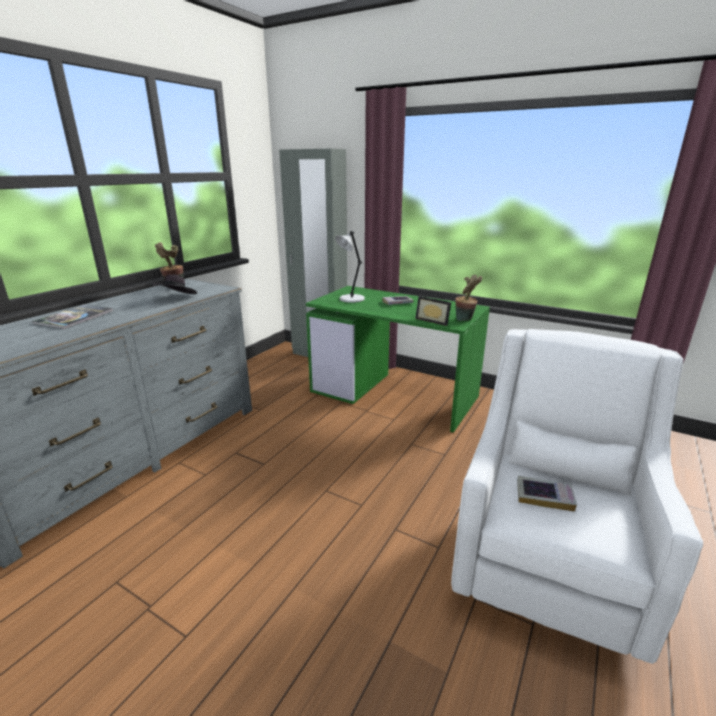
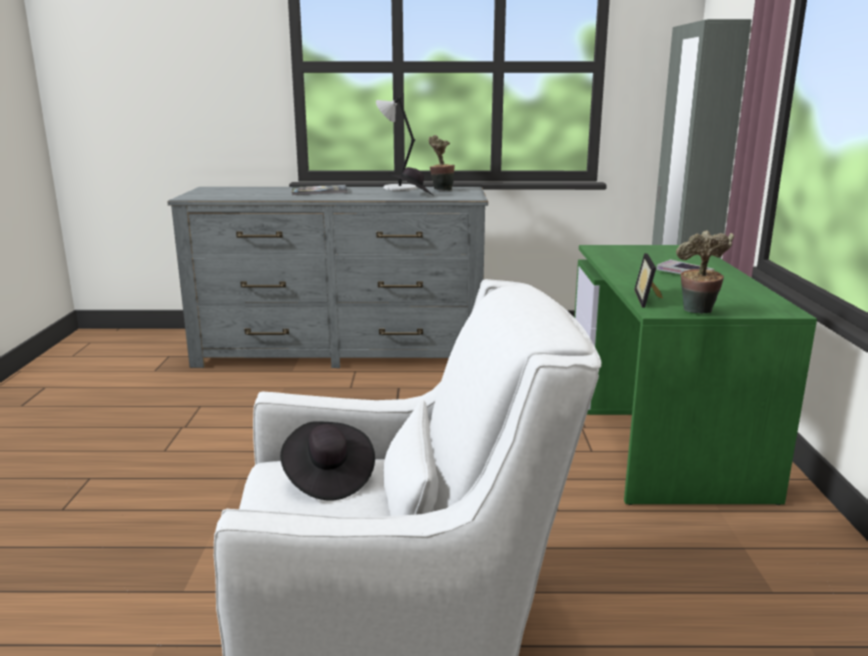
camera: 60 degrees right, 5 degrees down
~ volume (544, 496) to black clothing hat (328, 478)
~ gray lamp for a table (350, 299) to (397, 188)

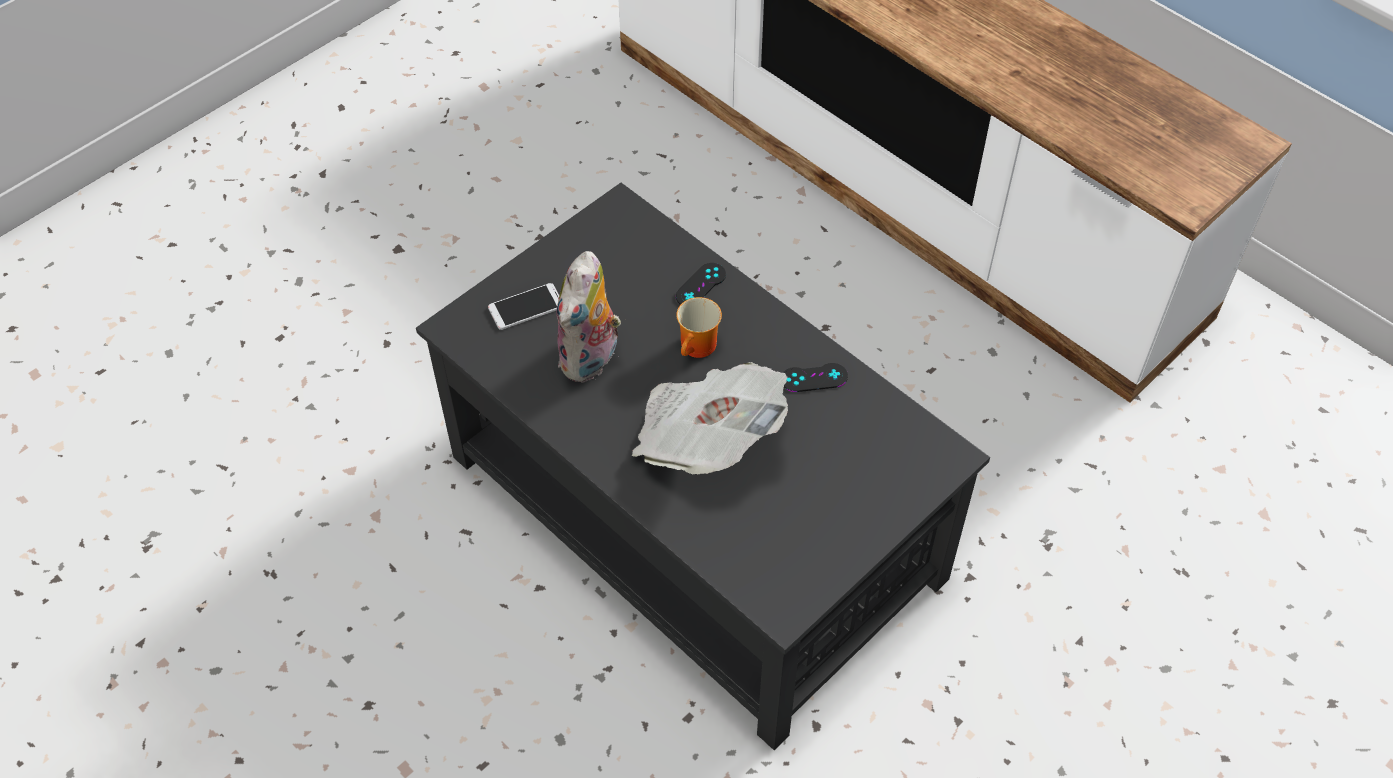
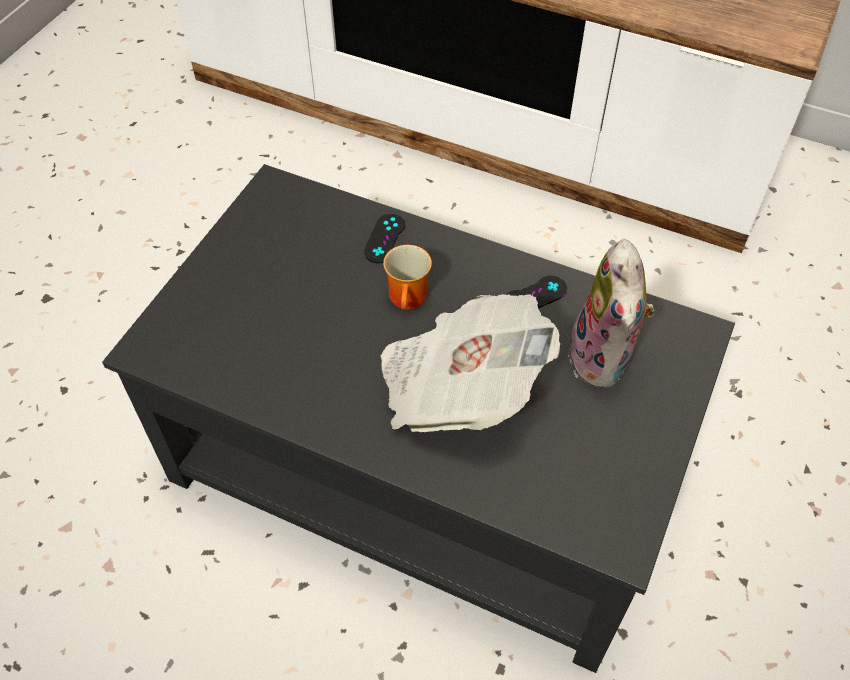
camera: 20 degrees left, 0 degrees up
~ soft toy (591, 359) to (604, 359)
- telephone (526, 307)

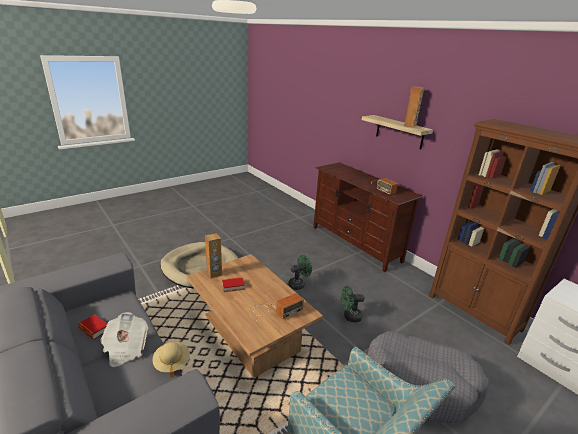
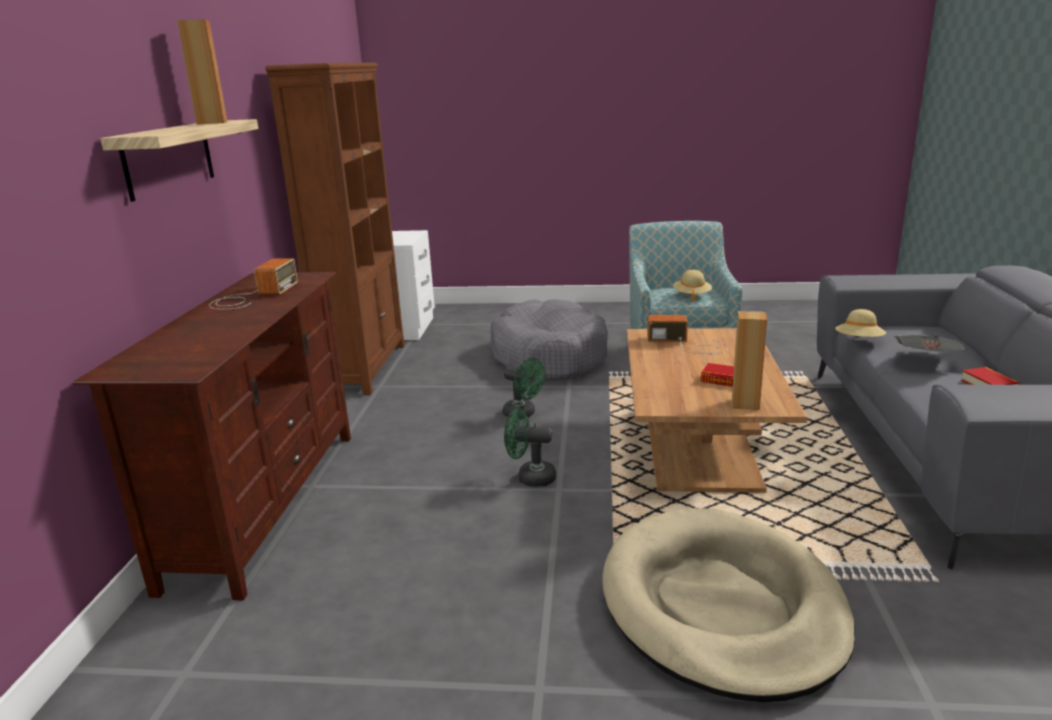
camera: 135 degrees left, 5 degrees down
+ beige clothing hat (691, 296)

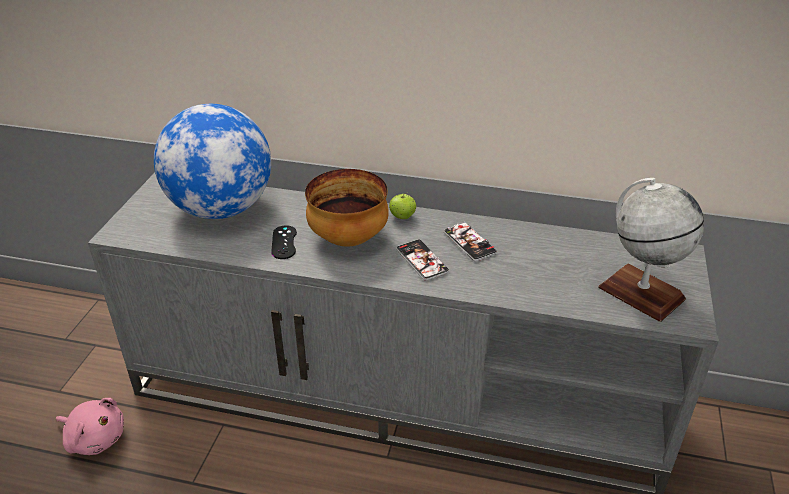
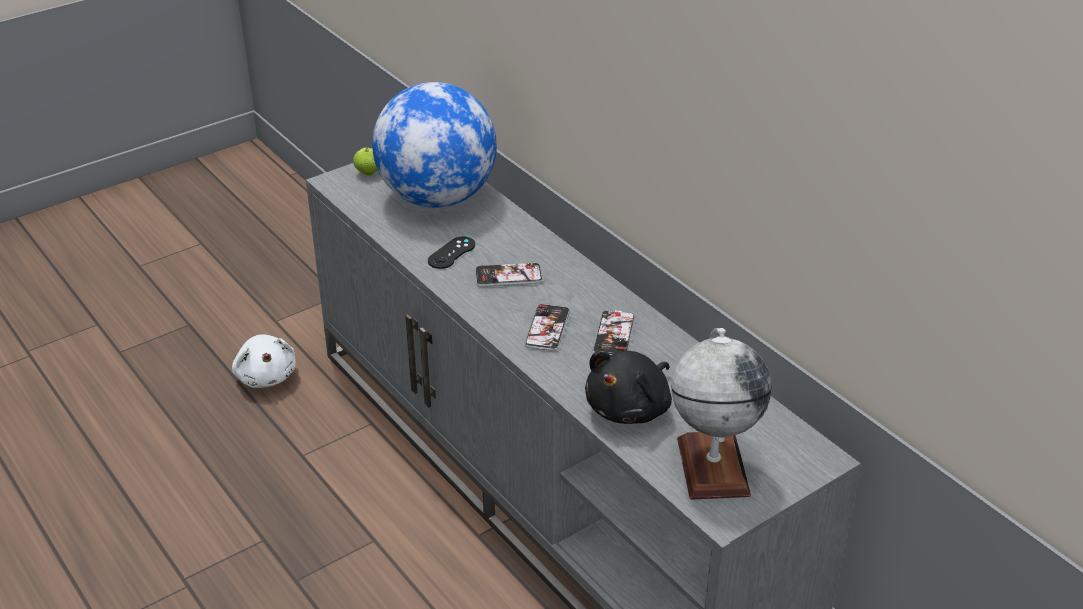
camera: 40 degrees right, 0 degrees up
~ pink-coloured soft toy (95, 438) to white-coloured soft toy (266, 375)
~ apple fruit (402, 217) to (368, 172)
~ bowl (347, 239) to telephone (508, 276)
+ black soft toy (630, 408)

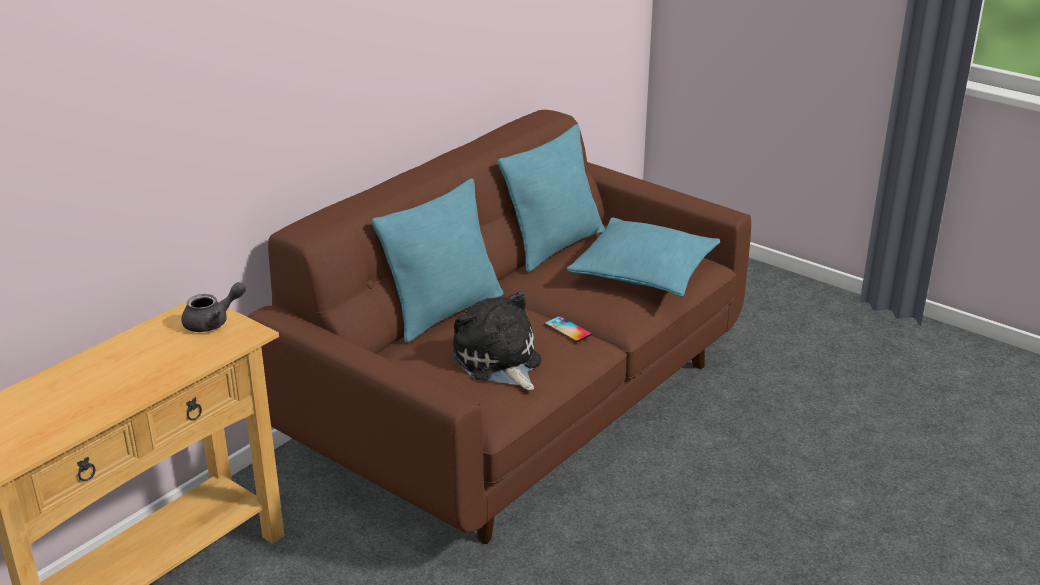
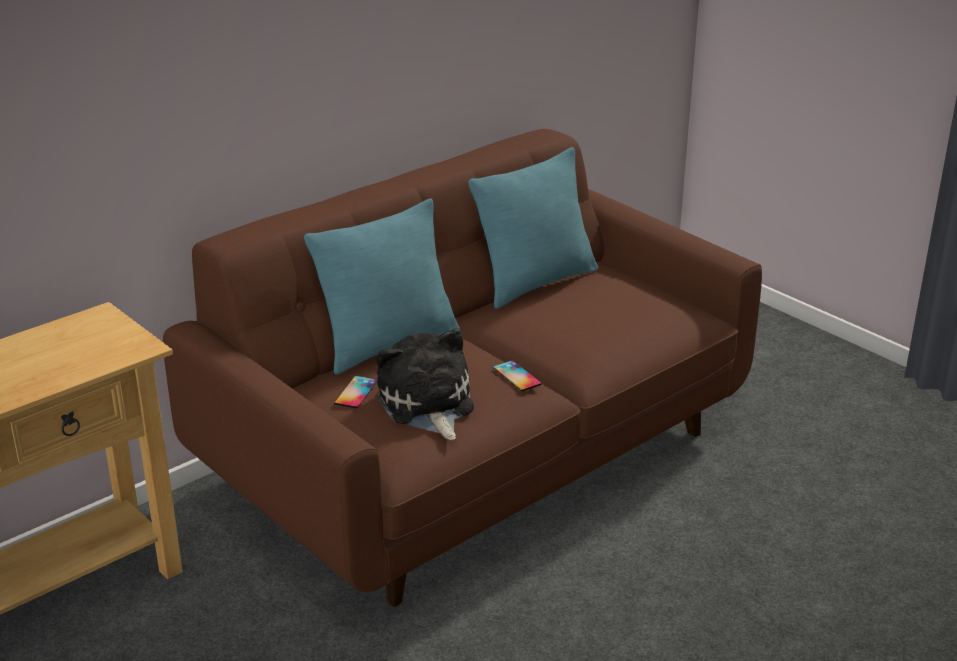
camera: 10 degrees right, 0 degrees up
+ telephone (355, 392)
- gray pot for tea (213, 322)
- turquoise throw pillow (644, 272)

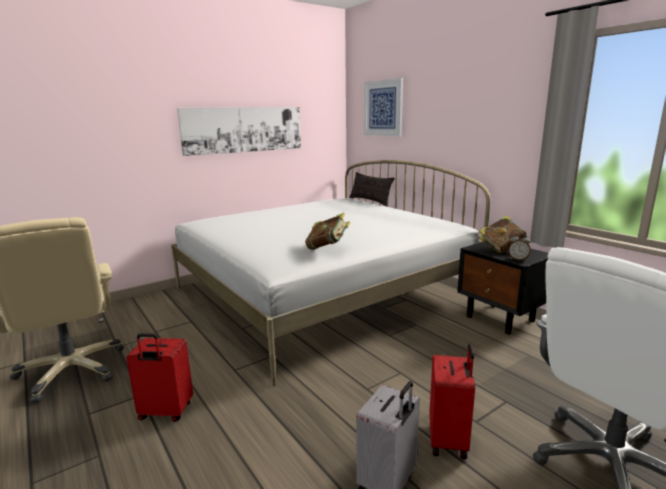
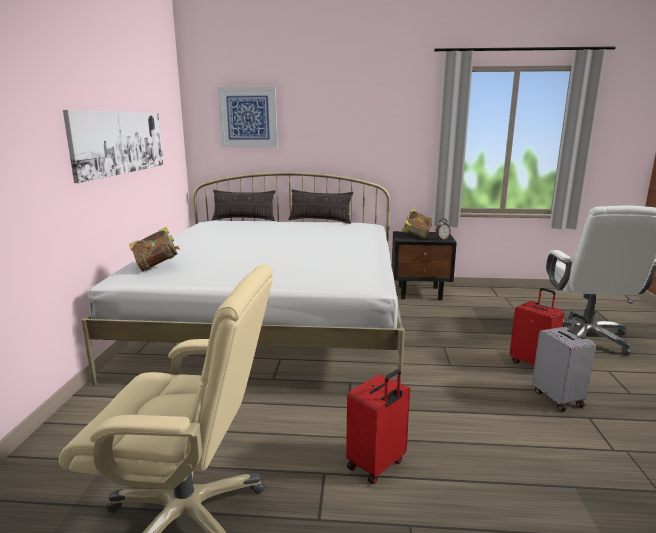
camera: 50 degrees left, 0 degrees up
~ volume (328, 248) to (156, 266)
+ throw pillow (320, 221)

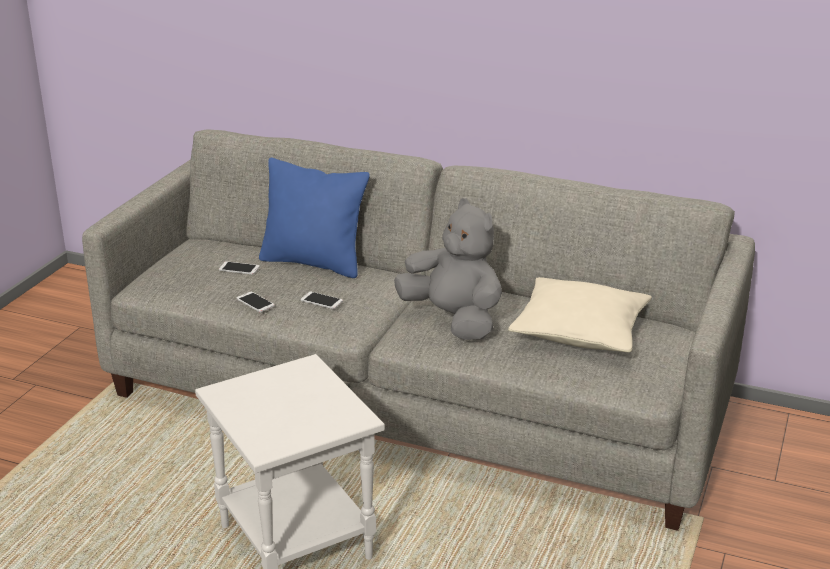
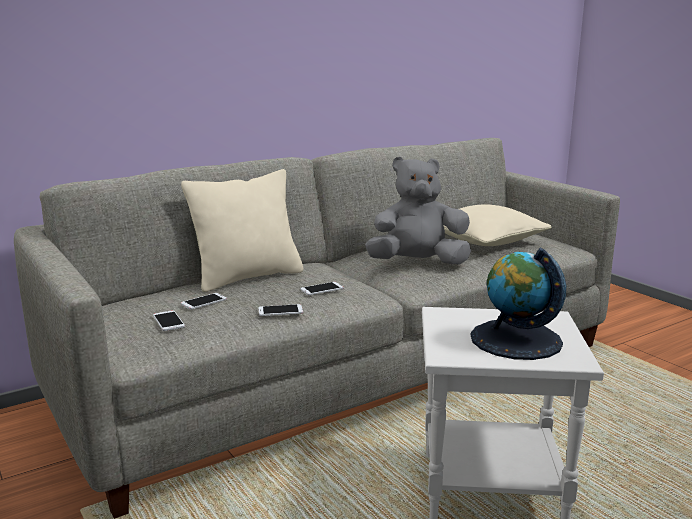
camera: 55 degrees left, 10 degrees down
+ telephone (168, 321)
~ blue throw pillow (314, 263) to beige throw pillow (248, 277)
+ world globe (515, 340)

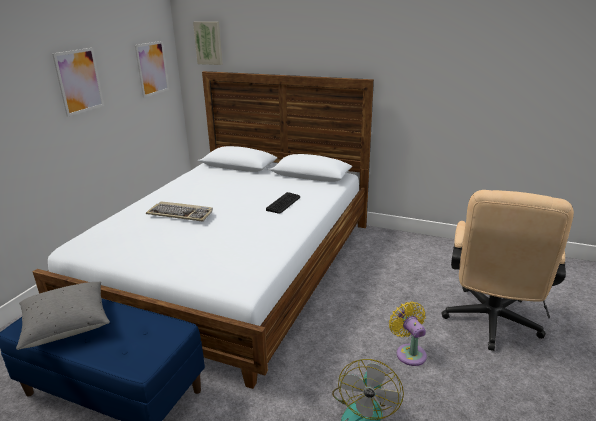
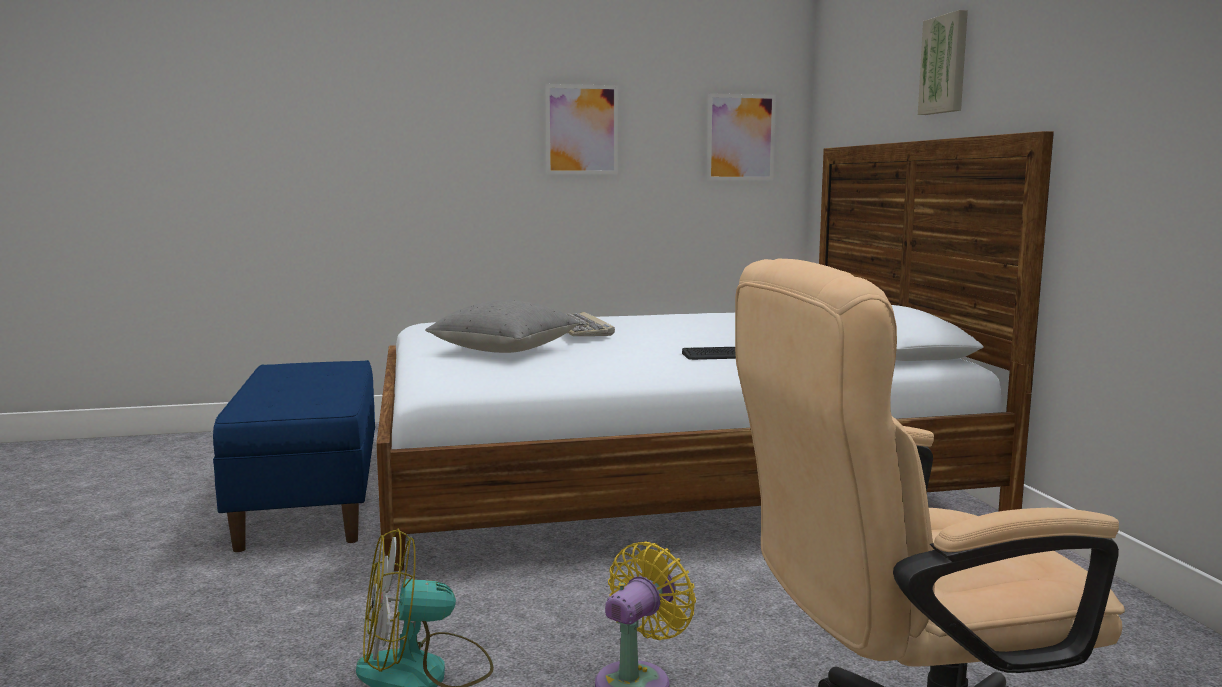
camera: 55 degrees right, 15 degrees down
~ gray throw pillow (67, 326) to (505, 350)
~ picture (209, 43) to (945, 64)

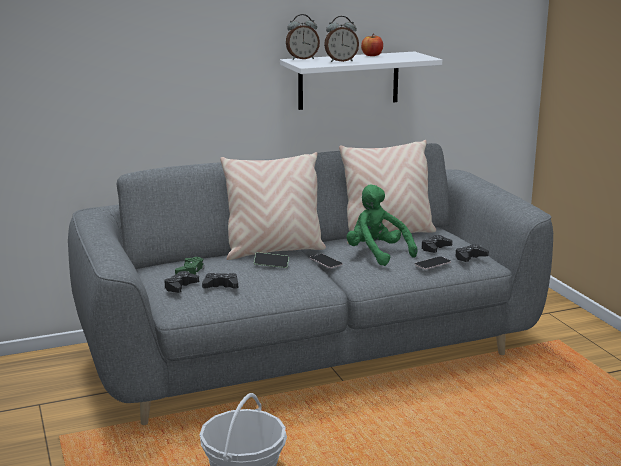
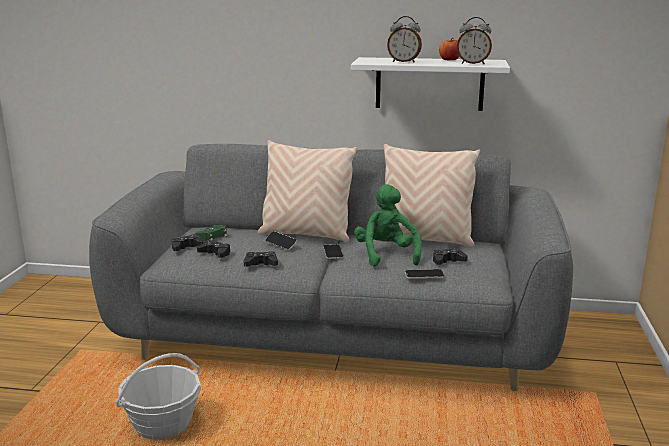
camera: 30 degrees right, 0 degrees up
~ black game controller (470, 257) to (261, 264)
~ bedside clock (302, 59) to (473, 63)

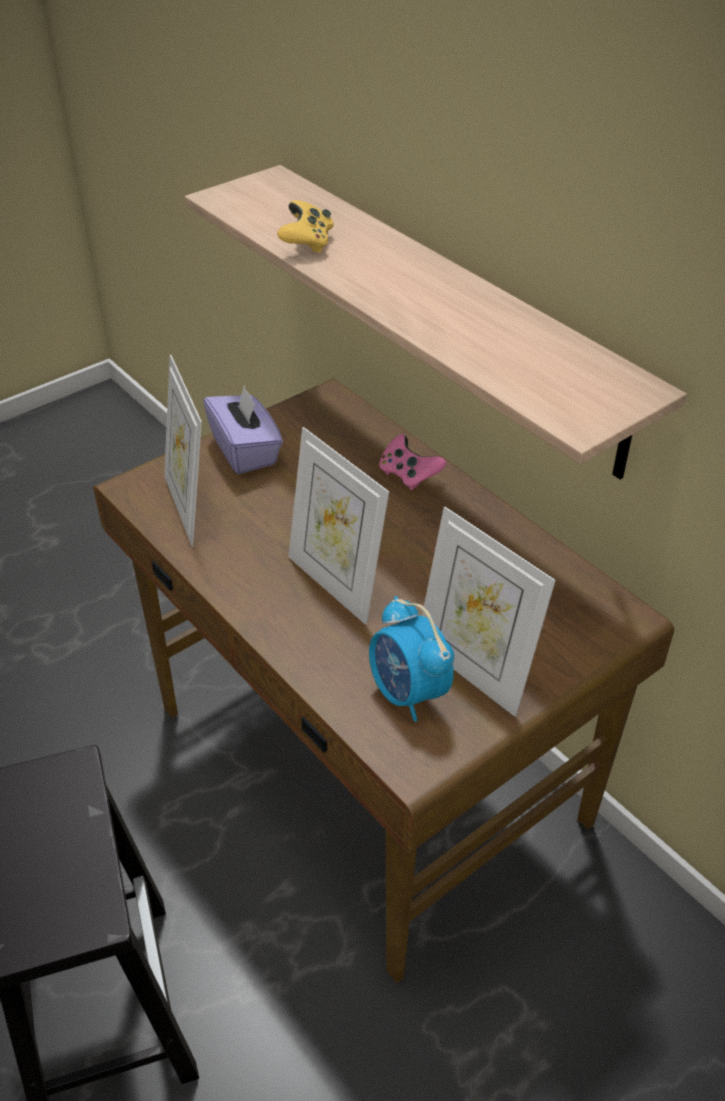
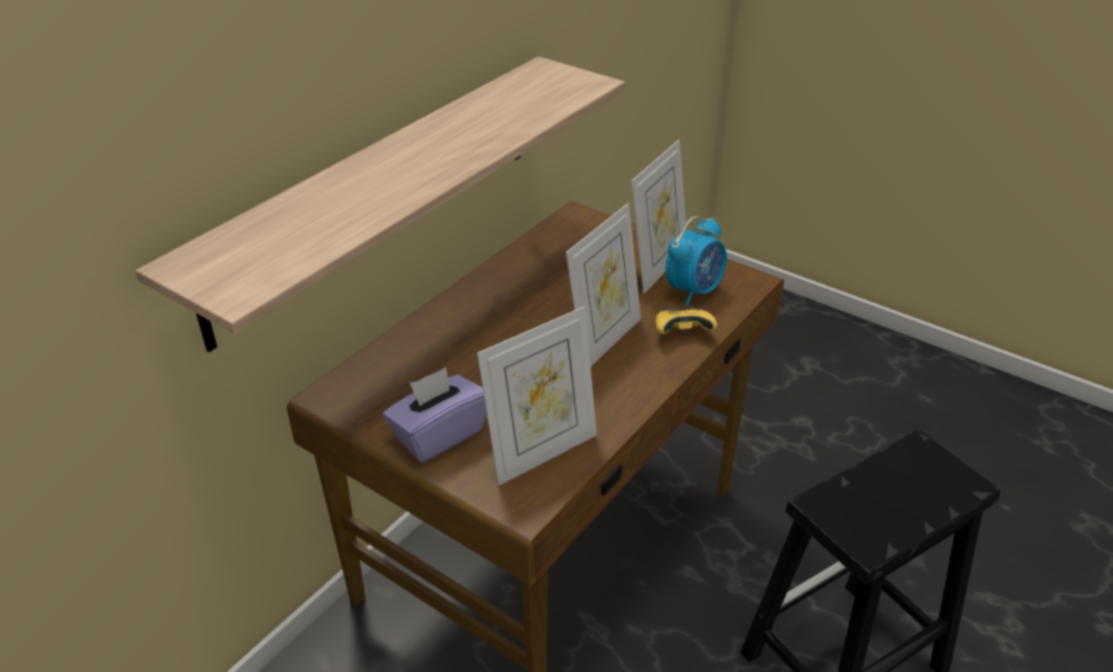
camera: 105 degrees left, 5 degrees down
~ yellow game controller (307, 243) to (682, 333)
- pink-coloured game controller (408, 475)

